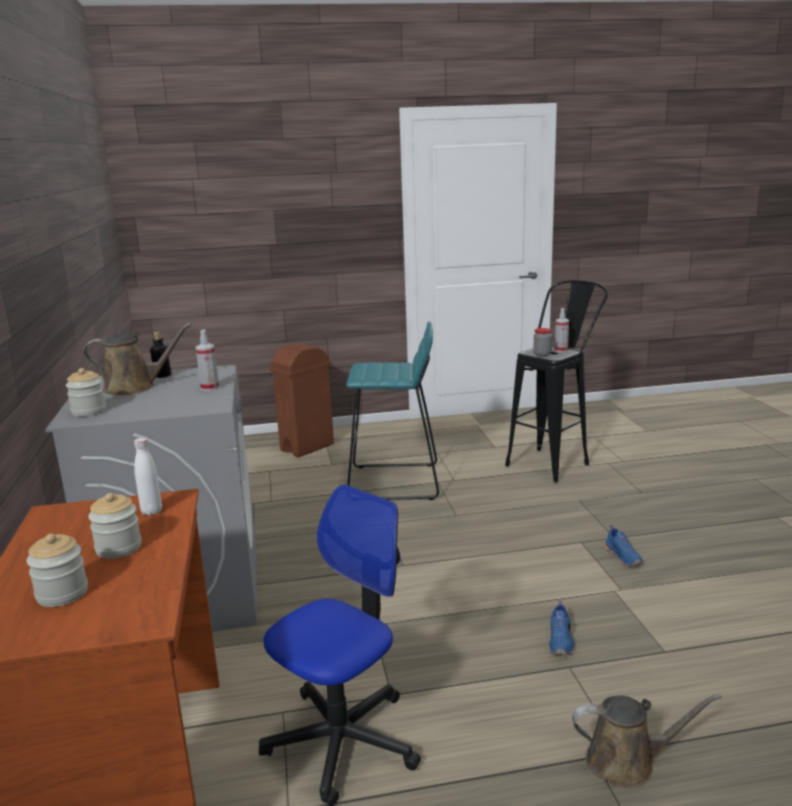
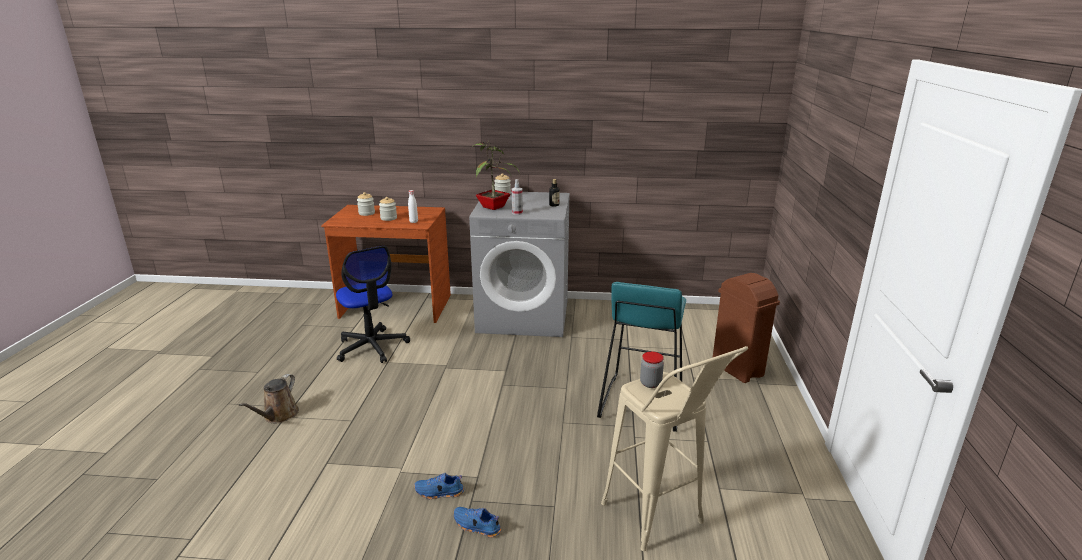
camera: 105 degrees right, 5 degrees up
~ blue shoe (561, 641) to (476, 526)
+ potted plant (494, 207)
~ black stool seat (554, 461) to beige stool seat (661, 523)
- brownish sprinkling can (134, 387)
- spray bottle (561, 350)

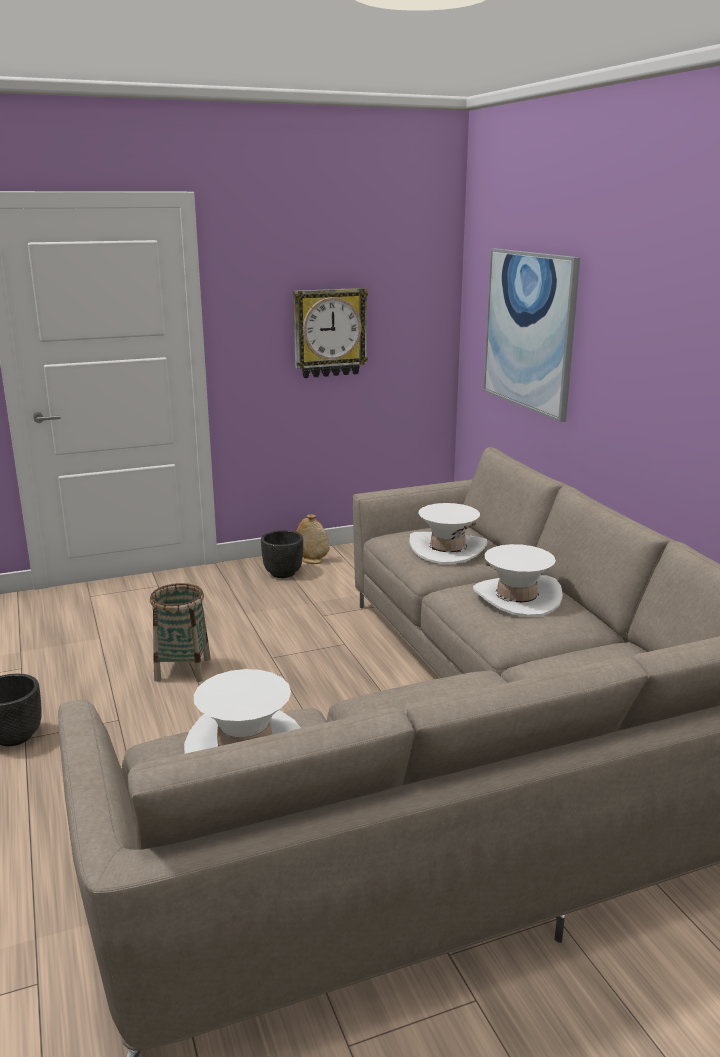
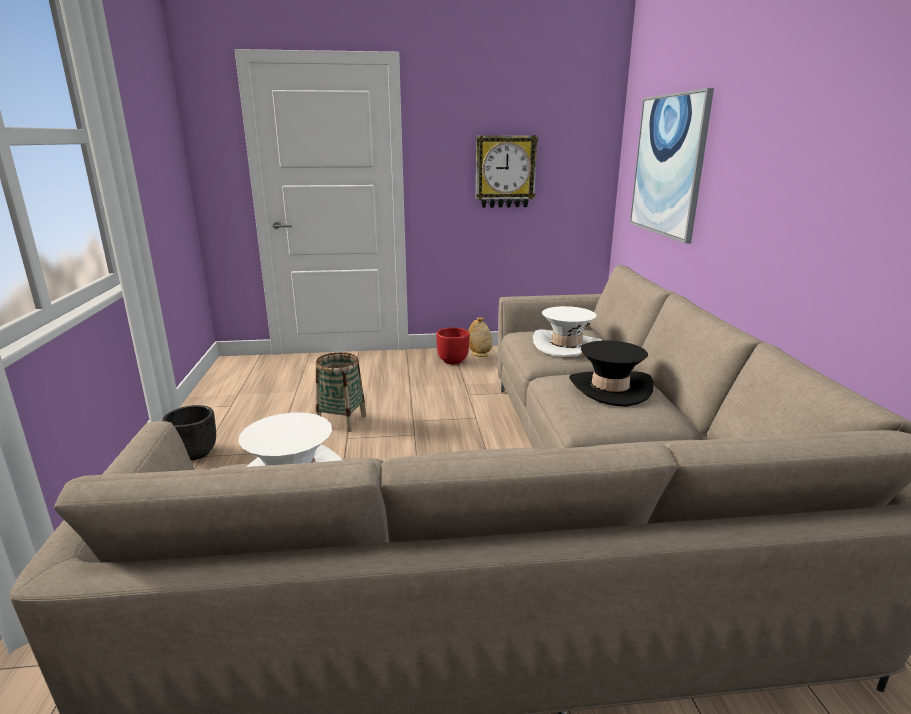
camera: 15 degrees right, 0 degrees up
~ black planter (283, 573) to reddish planter (452, 361)
~ white-coloured clothing hat (516, 597) to black clothing hat (609, 388)

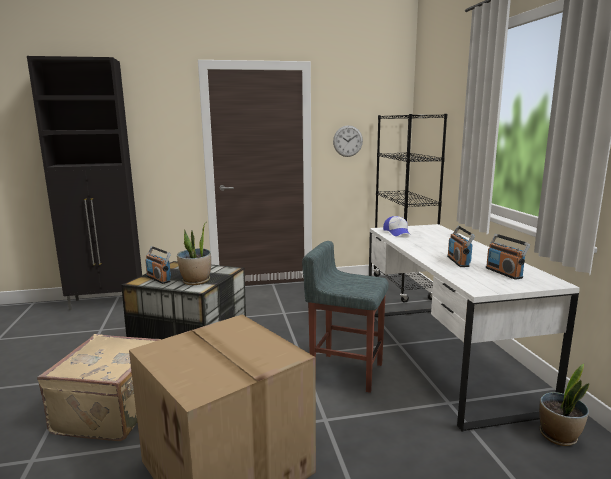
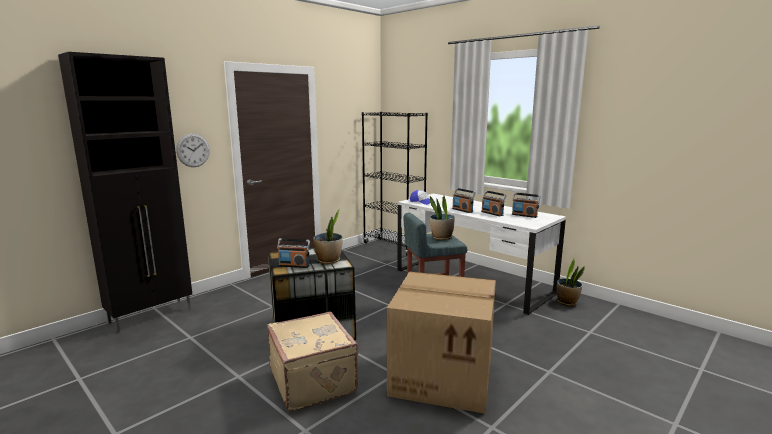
camera: 35 degrees left, 0 degrees up
~ clock on the wall (347, 141) to (193, 150)
+ potted plant (441, 238)
+ radio set (462, 210)

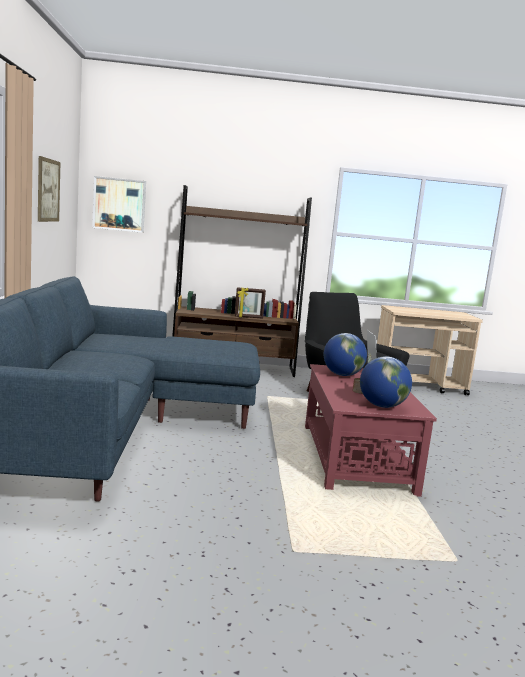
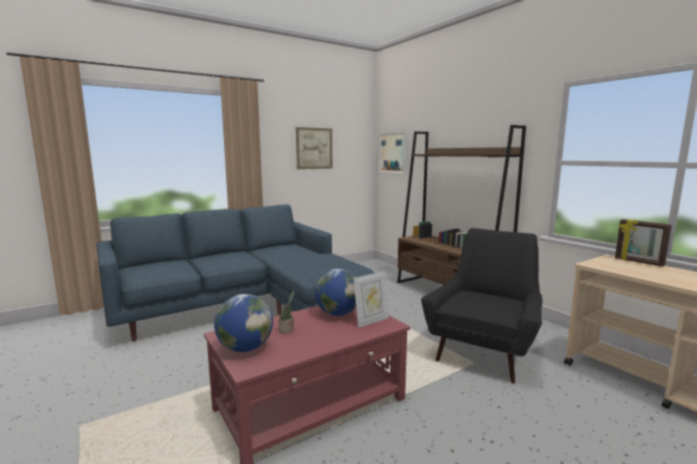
camera: 60 degrees right, 0 degrees up
~ picture frame (248, 317) to (638, 262)

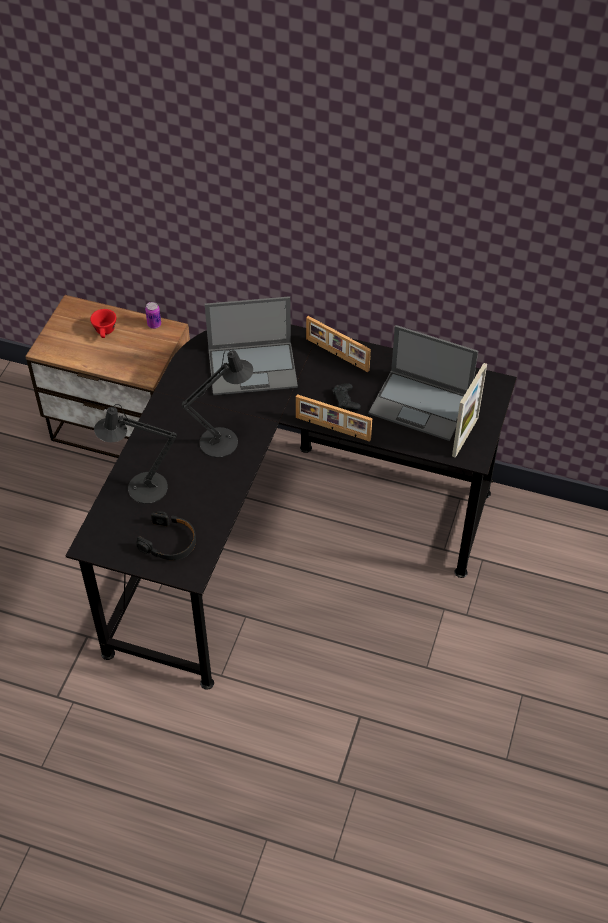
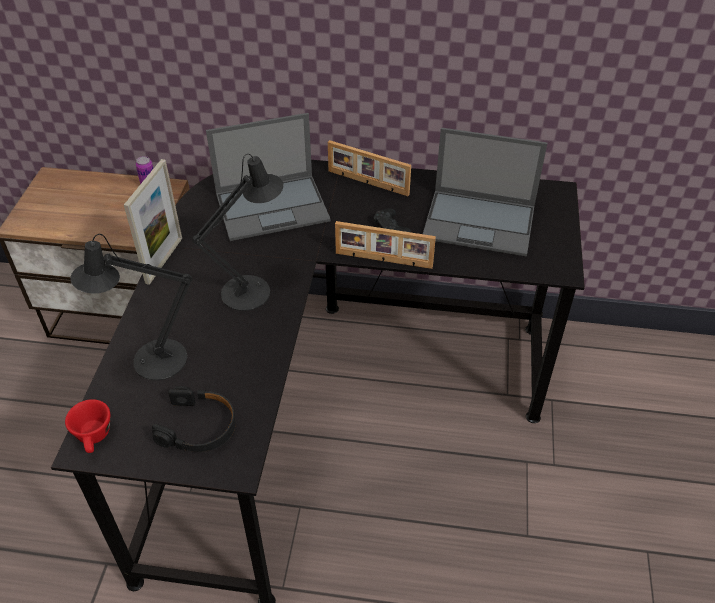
camera: 10 degrees left, 5 degrees down
~ reddish small cup (105, 332) to (94, 438)
~ picture frame (465, 437) to (164, 260)

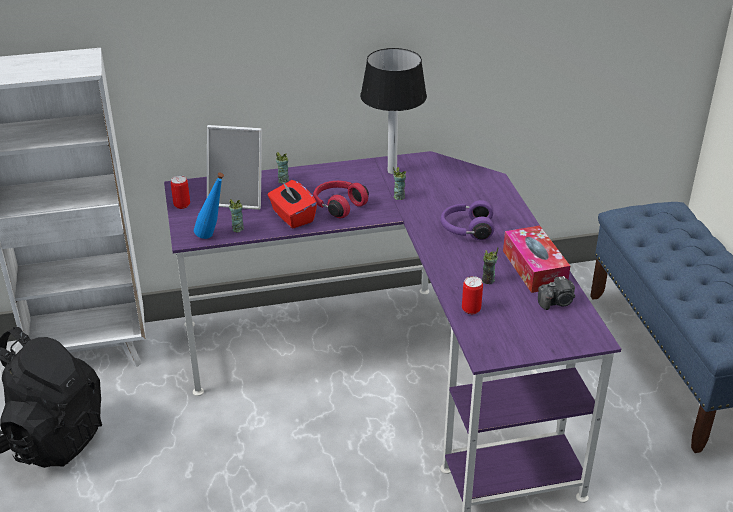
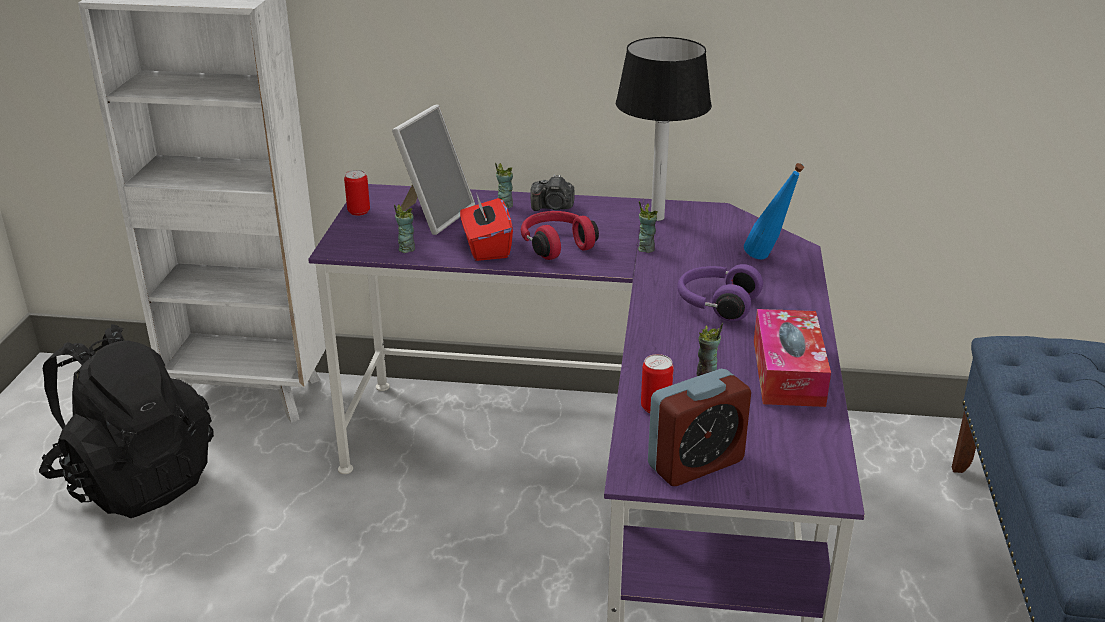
camera: 20 degrees right, 5 degrees down
~ picture frame (238, 198) = (433, 215) 90 degrees counterclockwise
~ photo camera (557, 302) to (553, 207)
+ bedside clock (695, 463)
~ blue beverage bottle (213, 237) to (768, 260)

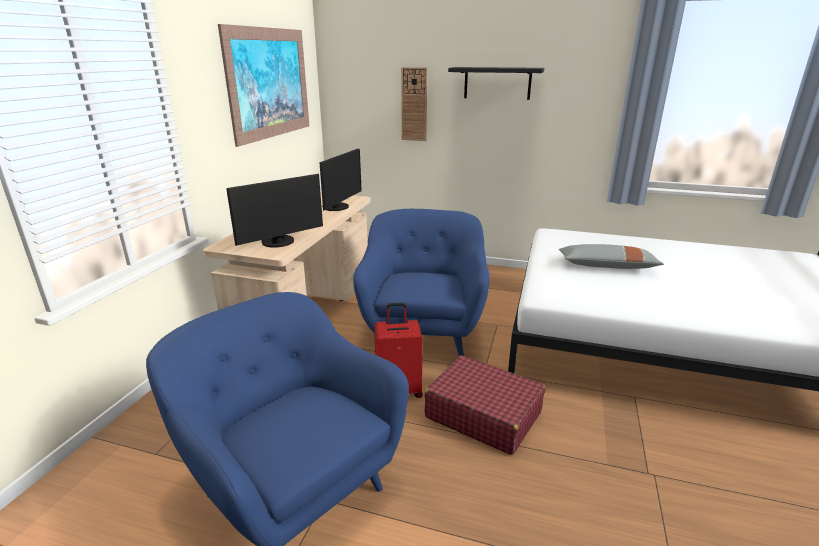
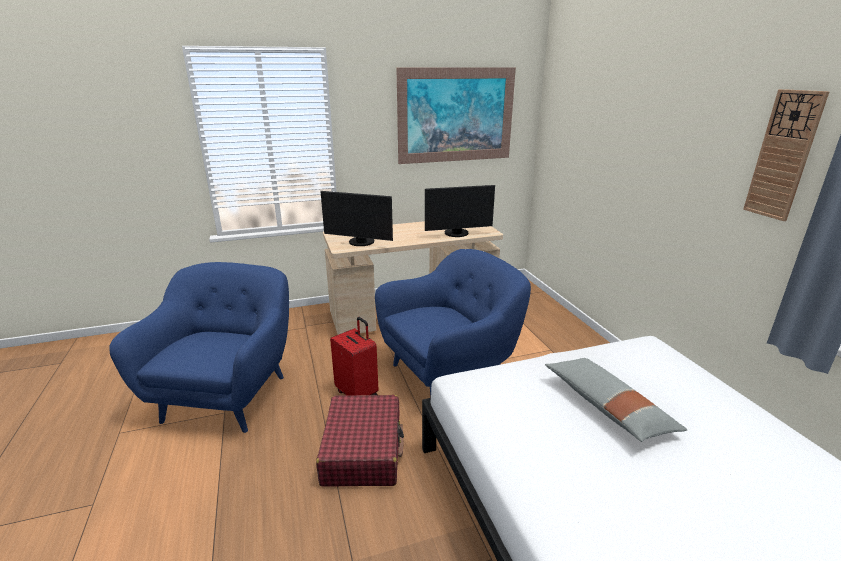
camera: 55 degrees right, 0 degrees up
~ clock on the wall (414, 104) to (783, 155)
- black shelf (497, 83)

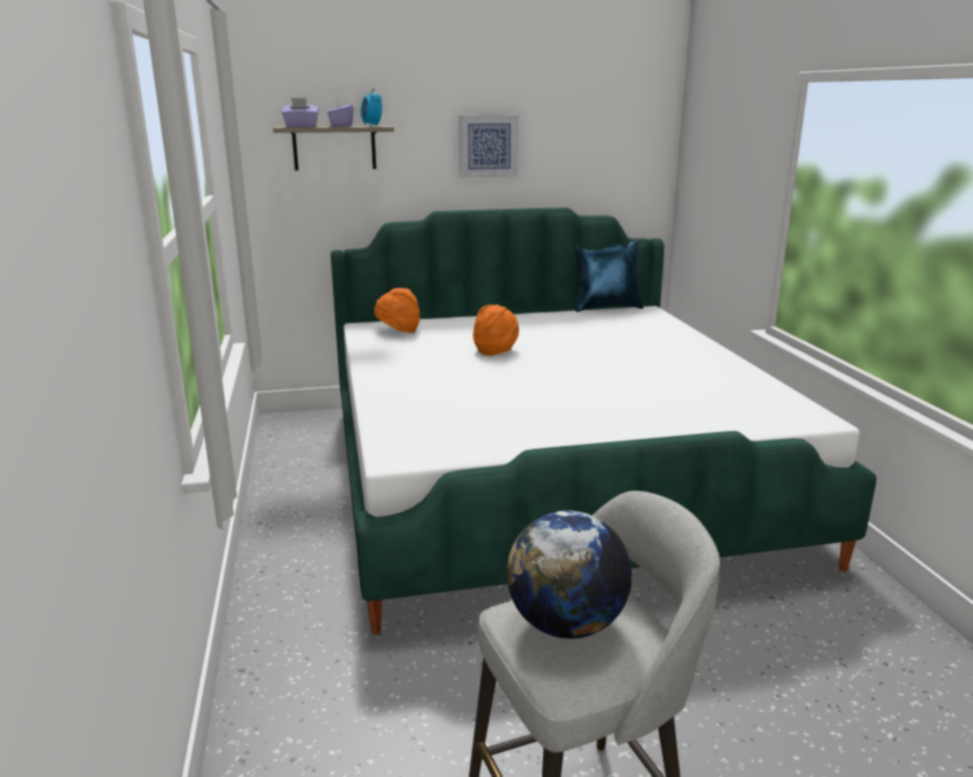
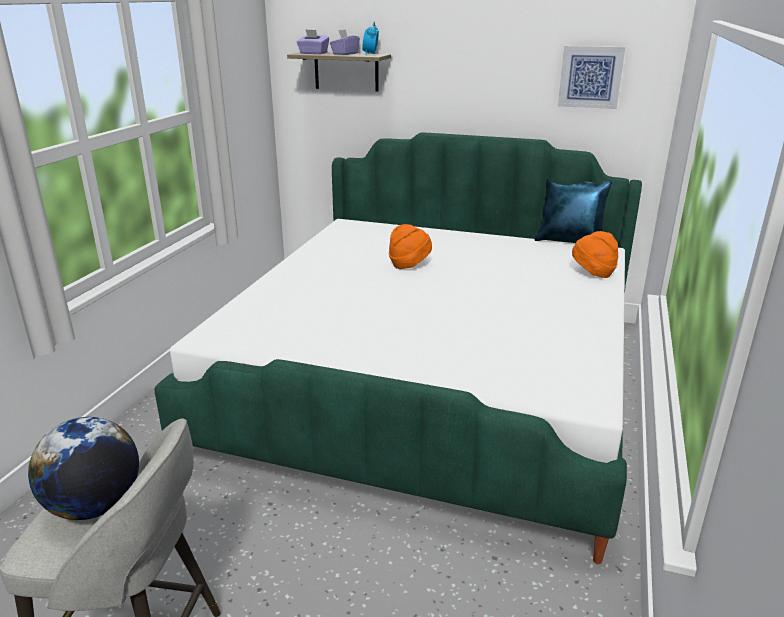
camera: 30 degrees right, 5 degrees up
~ picture (488, 145) to (590, 77)
~ orange-coloured clothing hat (398, 331) to (593, 273)

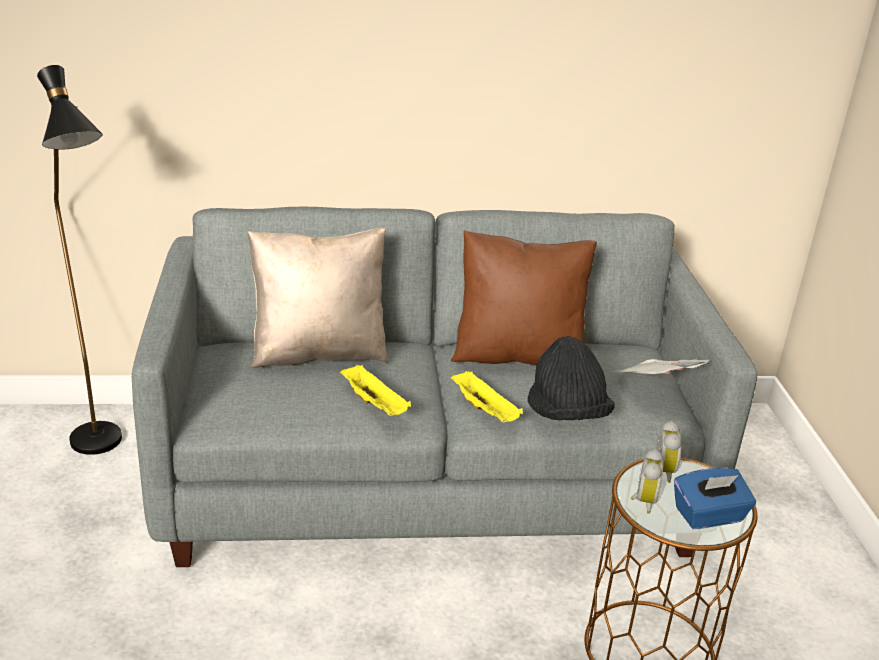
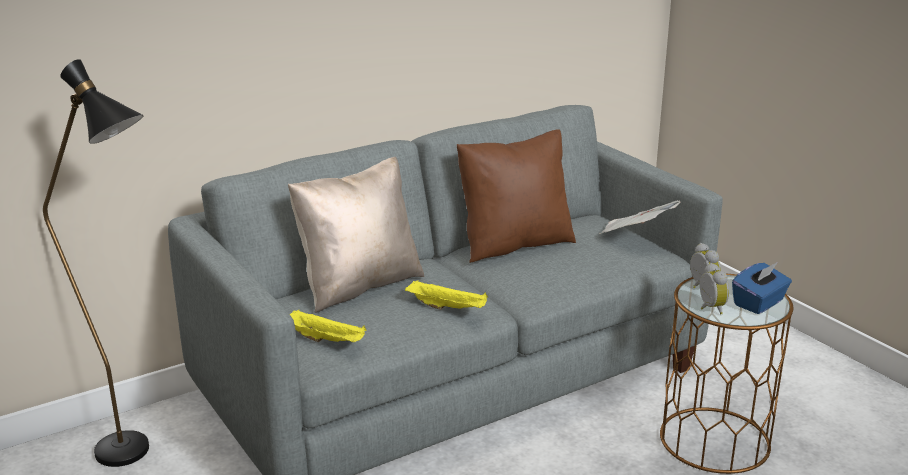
camera: 25 degrees left, 5 degrees down
~ yellow serving tray (485, 410) to (326, 340)
- black clothing hat (566, 414)

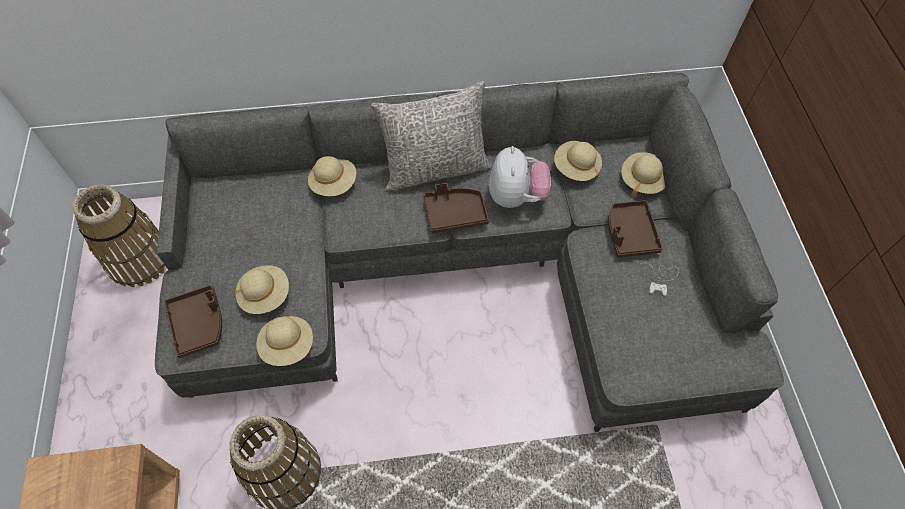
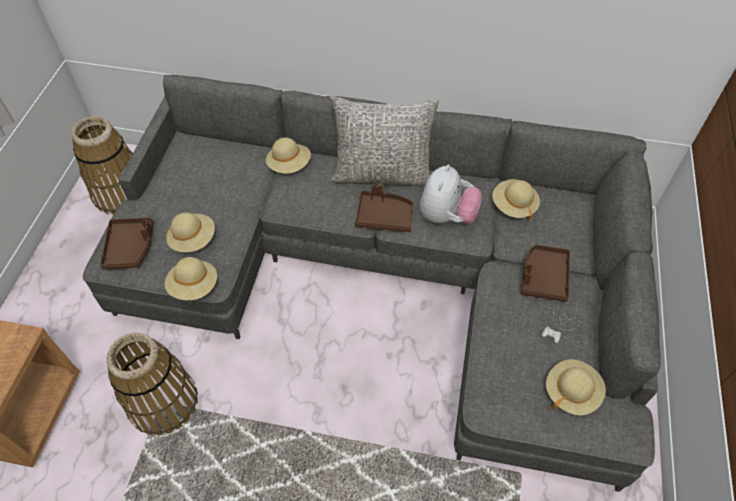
camera: 20 degrees right, 5 degrees down
~ beige clothing hat (642, 180) to (571, 392)

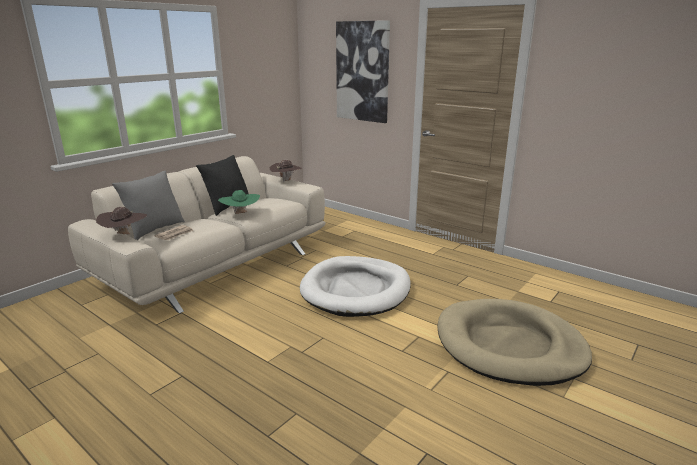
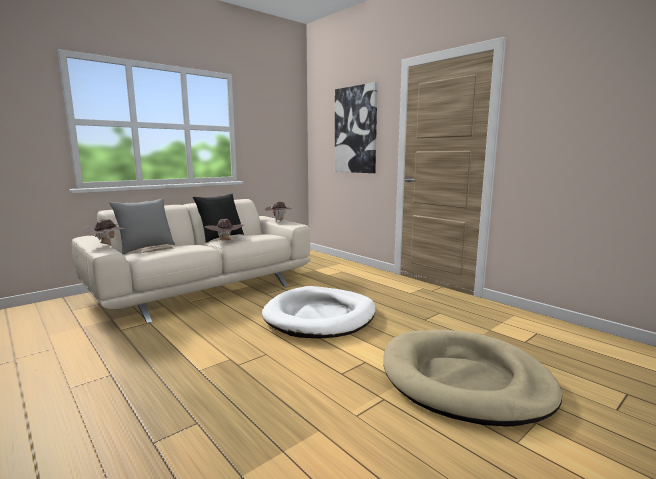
camera: 10 degrees right, 10 degrees down
~ greenish clothing hat (240, 214) to brownish clothing hat (225, 241)

